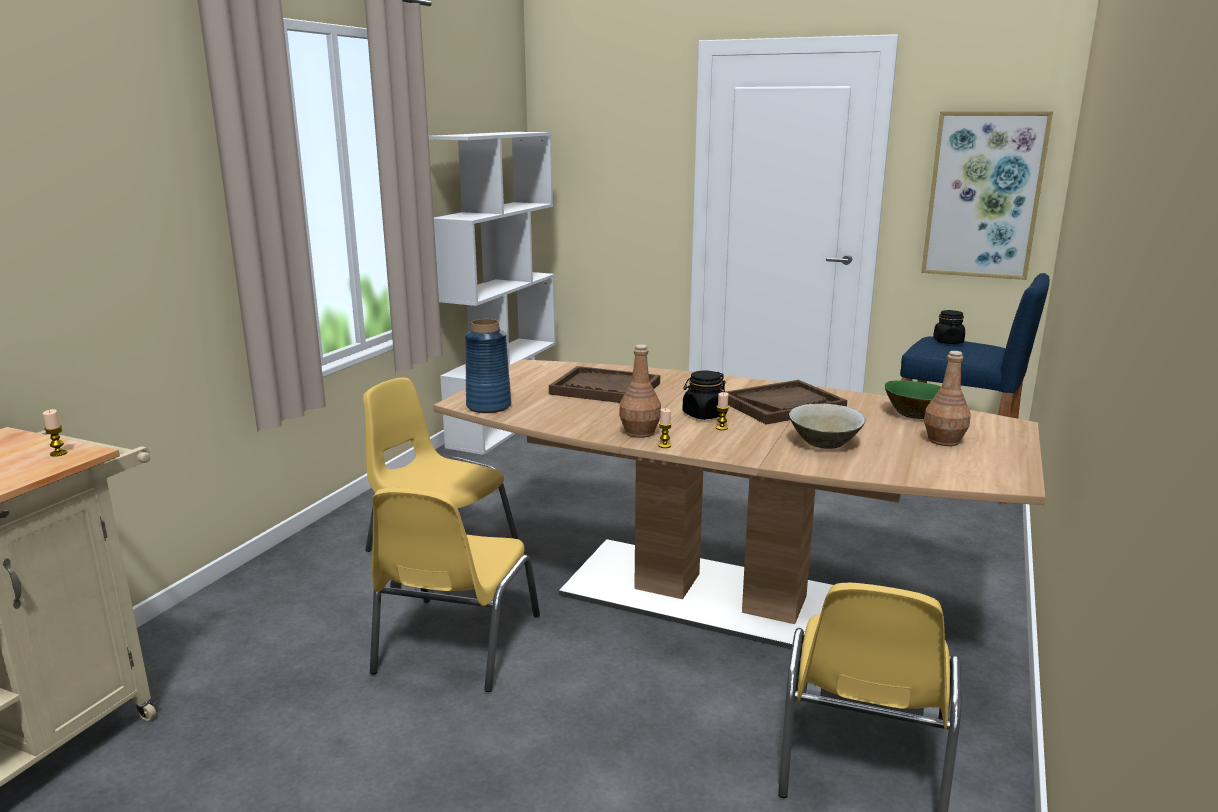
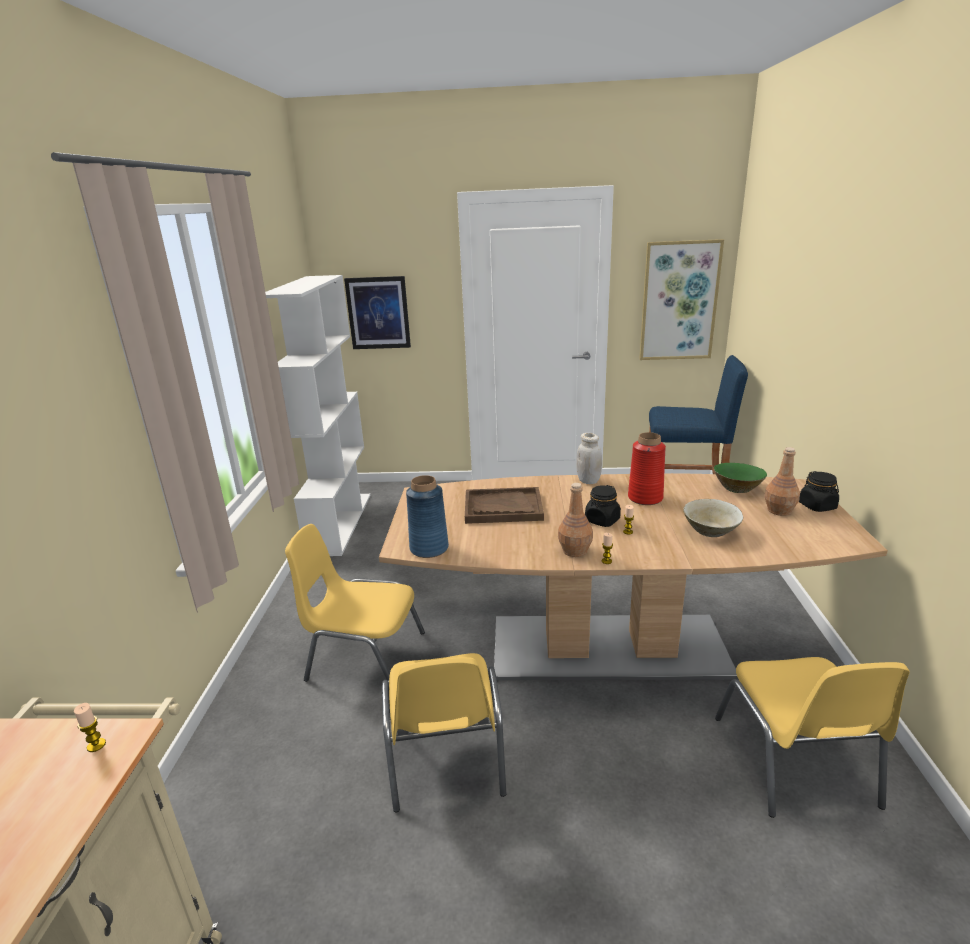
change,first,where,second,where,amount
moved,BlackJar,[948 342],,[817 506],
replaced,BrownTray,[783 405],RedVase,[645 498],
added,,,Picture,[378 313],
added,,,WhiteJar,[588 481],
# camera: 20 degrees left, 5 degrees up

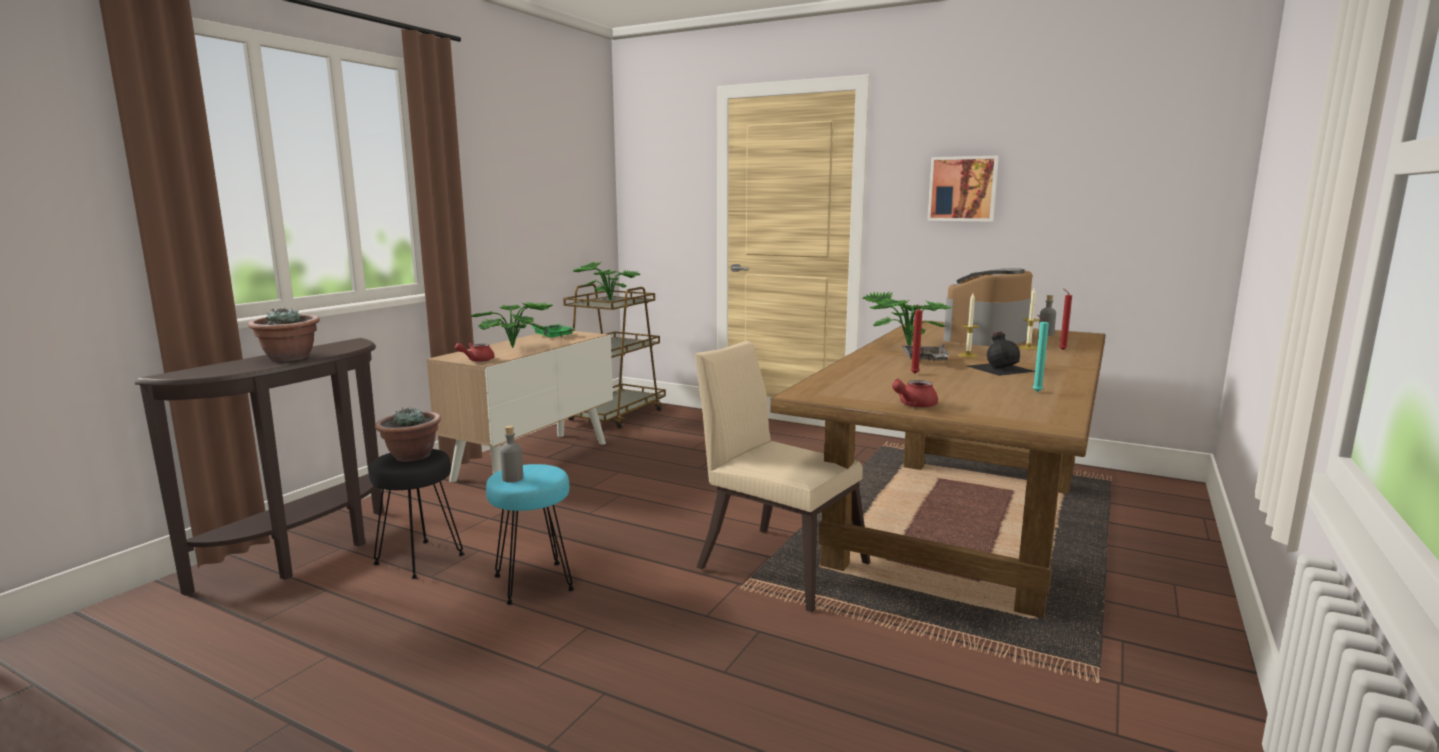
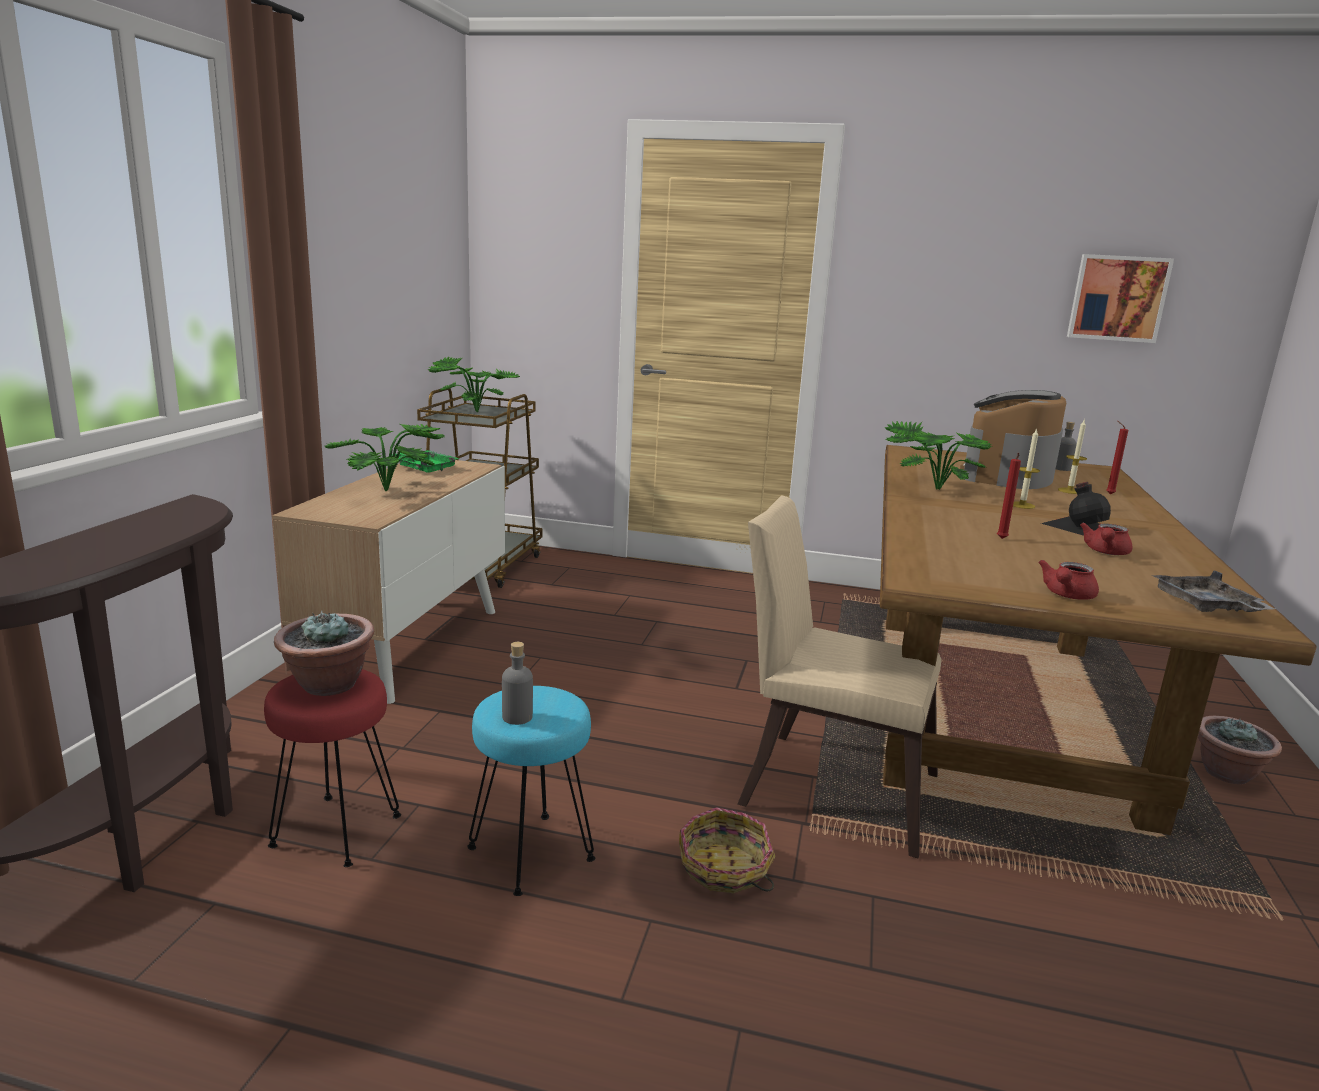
change,first,where,second,where,amount
moved,Picture,[962 189],,[1117 298],
moved,PottedPlant,[289 358],,[1227 774],
removed,TurquoiseCandle,[1035 392],,,
moved,RedTeapot,[477 360],,[1105 552],
moved,GreyTray,[925 361],,[1206 606],
recoloured,BlackStool,[419 559],RedStool,[335 830],
added,,,Basket,[724 869],
# camera: 15 degrees left, 5 degrees up

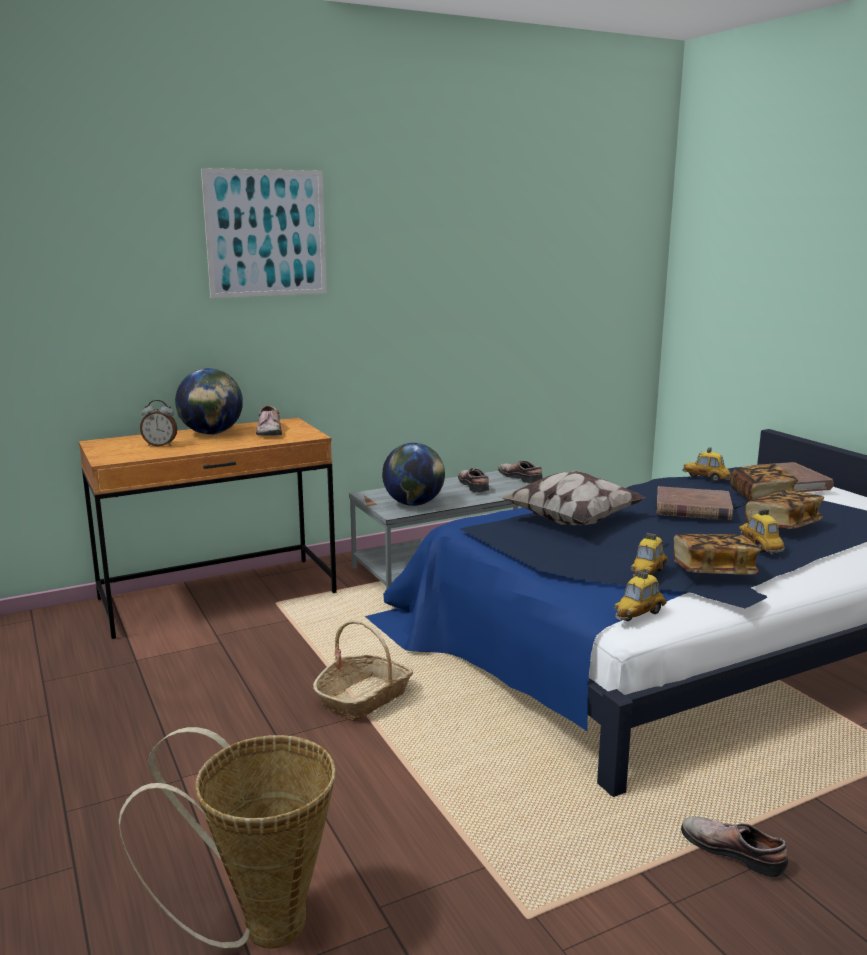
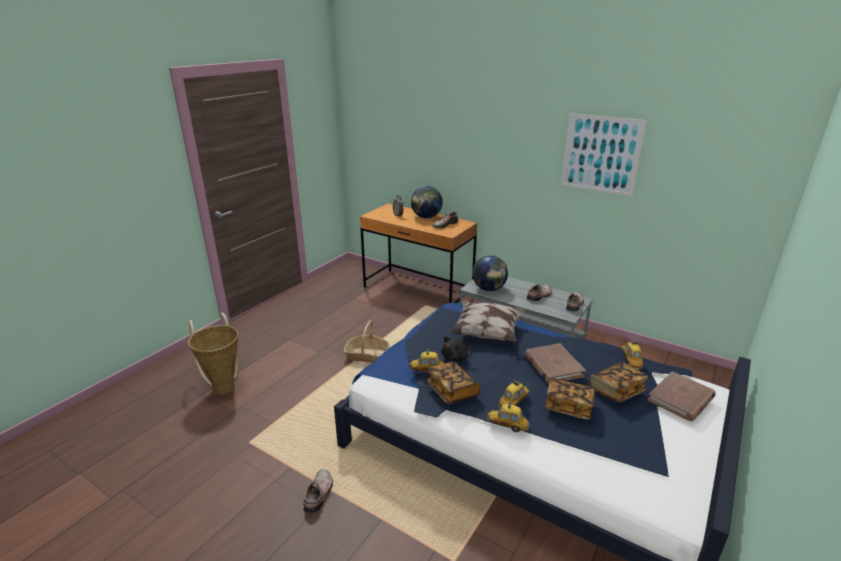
change,first,where,second,where,amount
moved,Picture,[266 233],,[601 154],
moved,ToyCar,[638 615],,[507 425],
added,,,BlackPlushToy,[455 357],
# camera: 60 degrees right, 10 degrees up

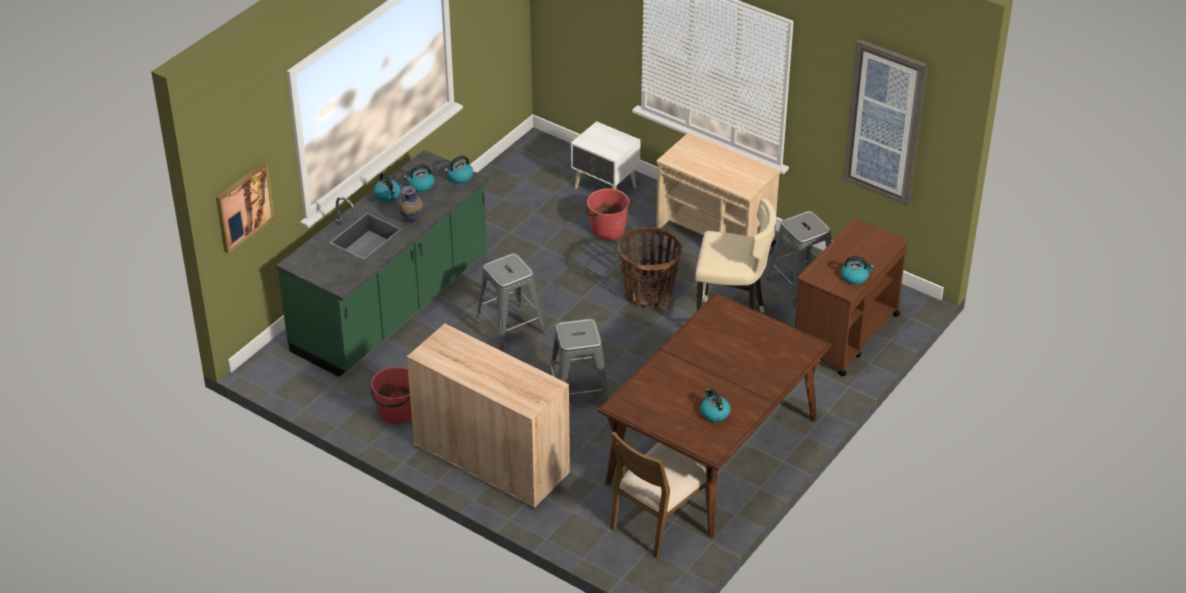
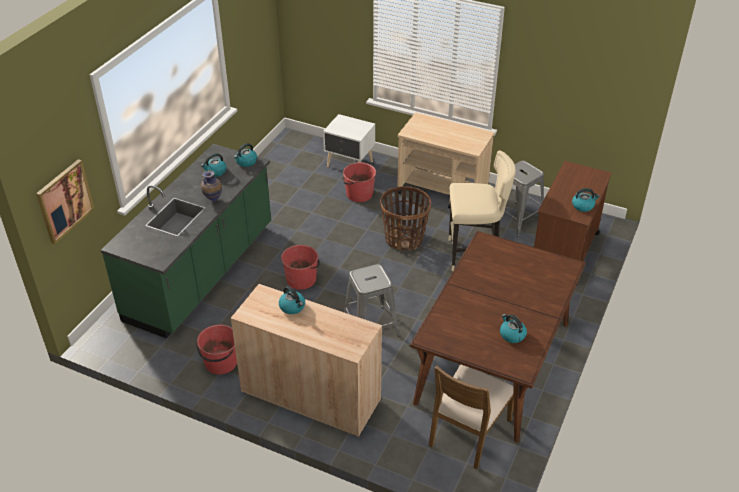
change,first,where,second,where,amount
removed,Picture,[885 122],,,
moved,Kettle,[388 195],,[292 307],
replaced,GreyStool,[510 328],RedBucket,[301 279],
# camera: 10 degrees left, 0 degrees up

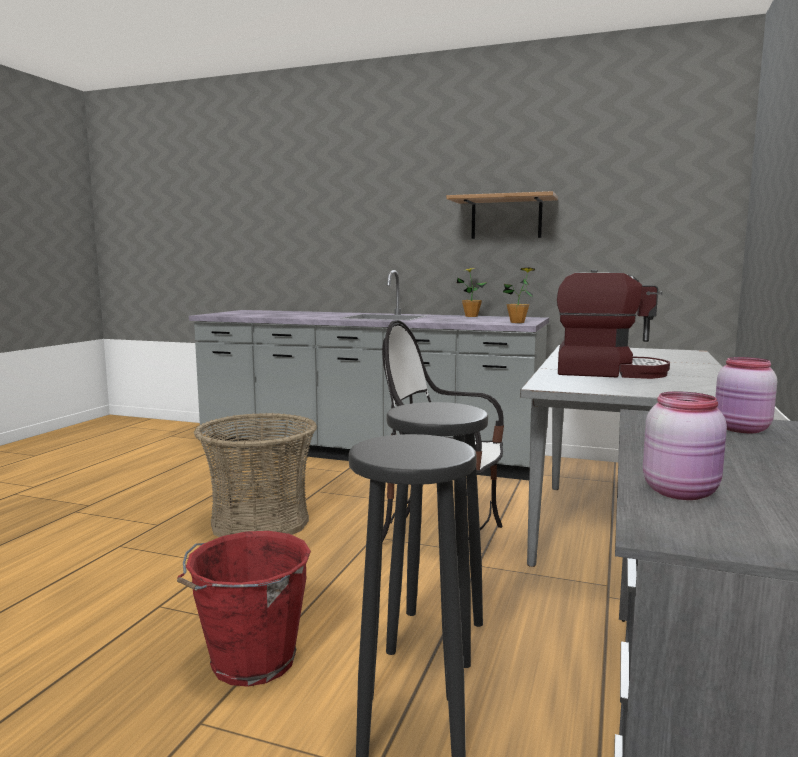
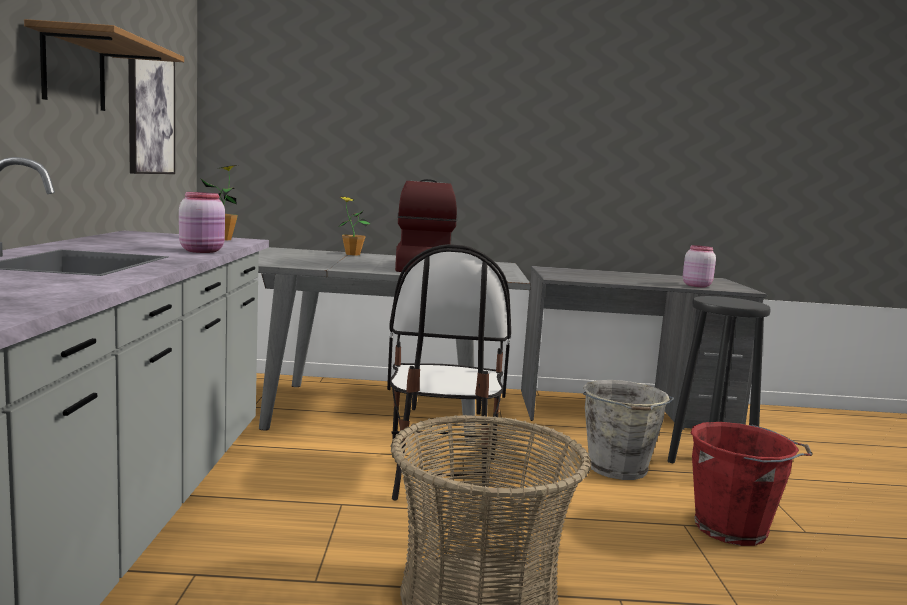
change,first,where,second,where,amount
moved,PottedPlant,[471 316],,[352 254],
moved,PinkJar,[742 429],,[203 251],
replaced,BlackStool,[435 638],GreyBucket,[618 469],
added,,,Picture,[150 112],
# camera: 110 degrees left, 0 degrees up

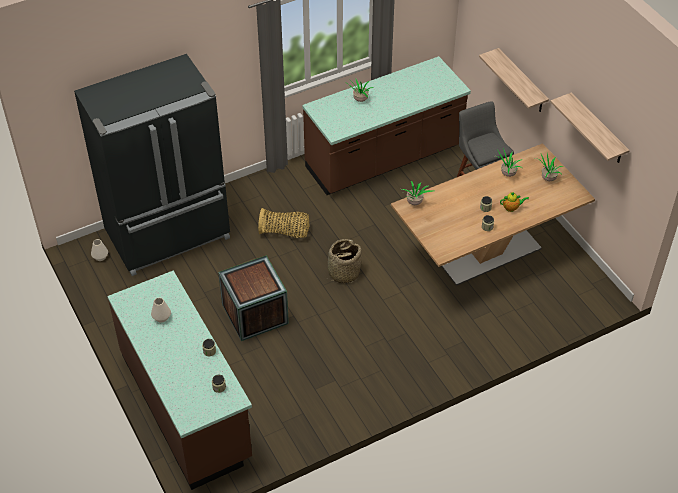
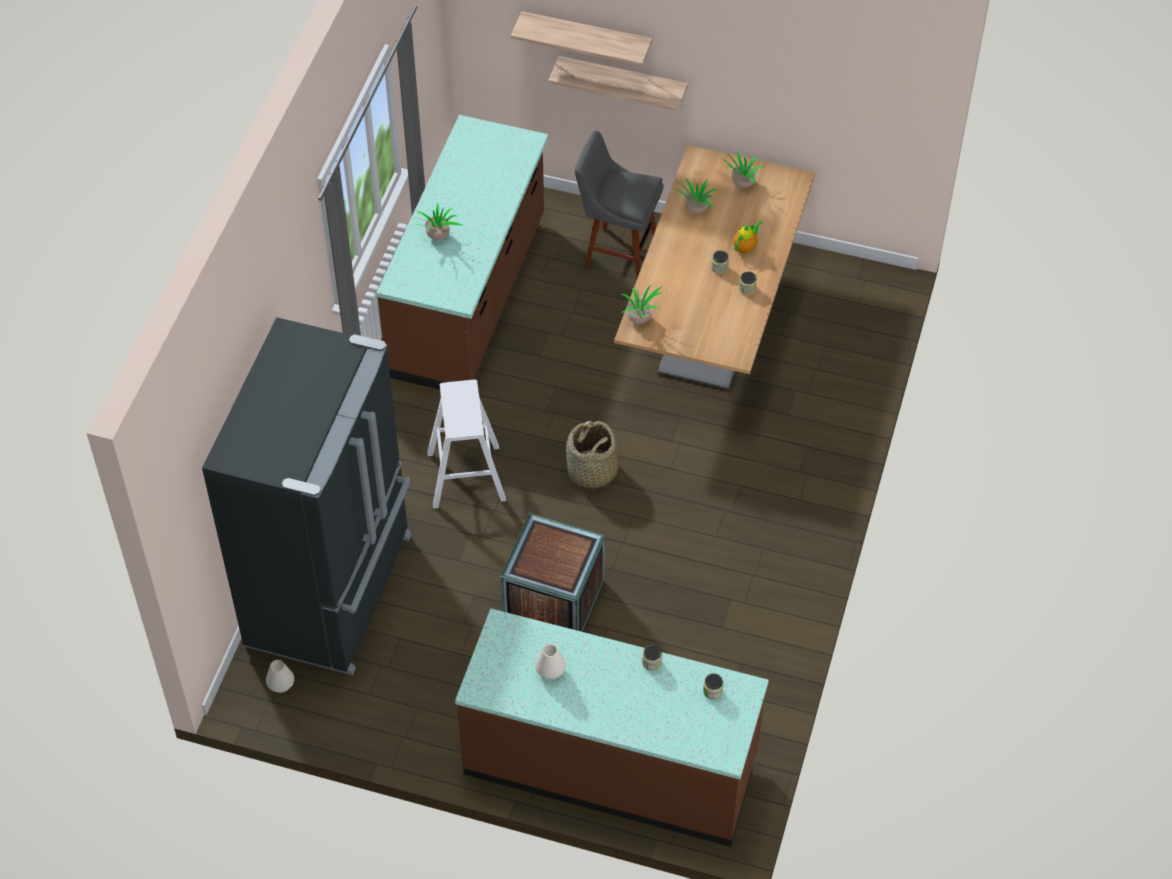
change,first,where,second,where,amount
moved,Shelf,[597 129],,[586 37],
replaced,Basket,[285 232],WhiteStool,[466 476],
# camera: 45 degrees left, 5 degrees up

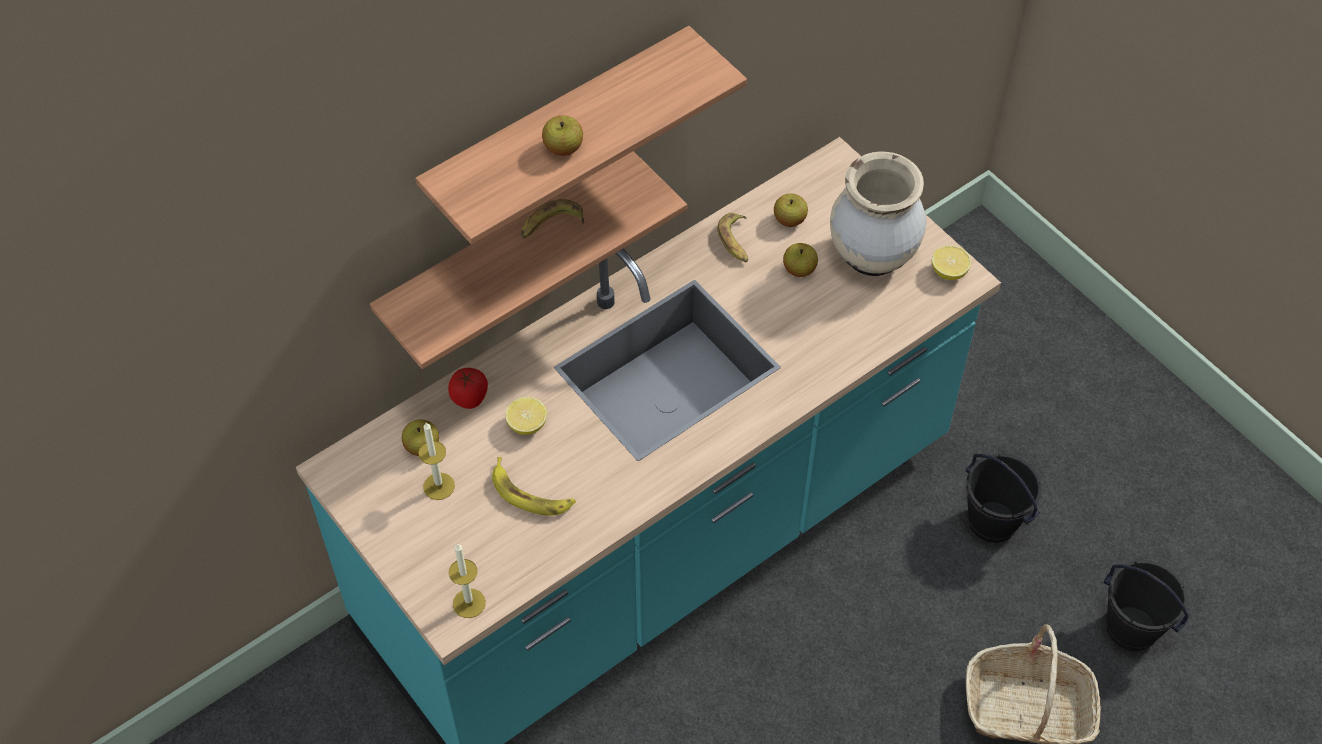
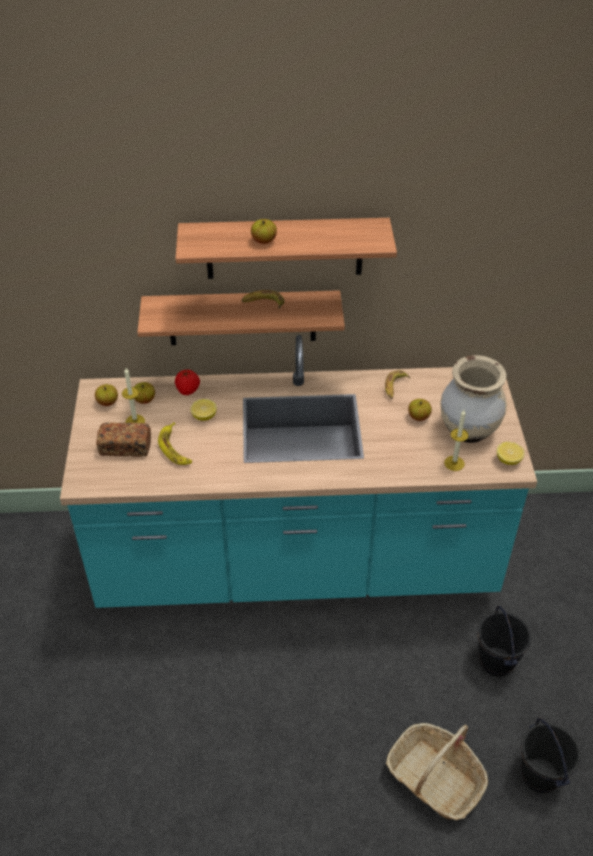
change,first,where,second,where,amount
moved,Apple,[789 220],,[107 402],
moved,Candle,[469 603],,[454 463],
added,,,Bread,[125 447],
# camera: 35 degrees right, 10 degrees down

